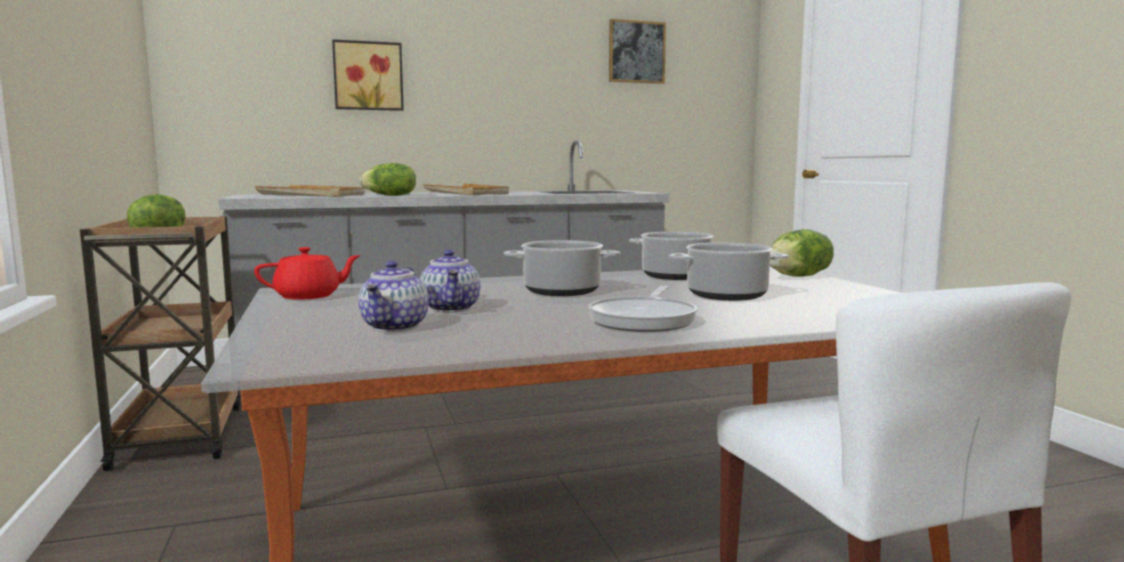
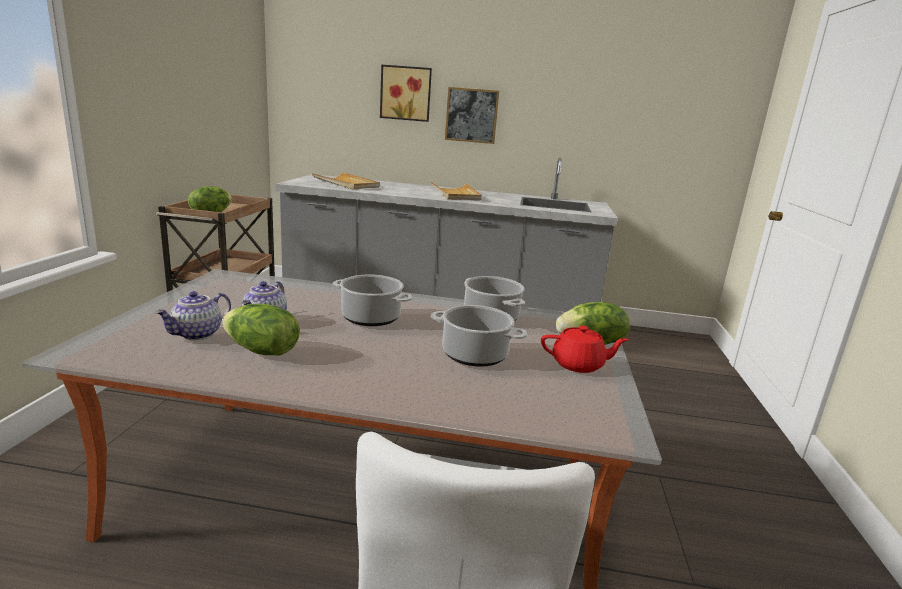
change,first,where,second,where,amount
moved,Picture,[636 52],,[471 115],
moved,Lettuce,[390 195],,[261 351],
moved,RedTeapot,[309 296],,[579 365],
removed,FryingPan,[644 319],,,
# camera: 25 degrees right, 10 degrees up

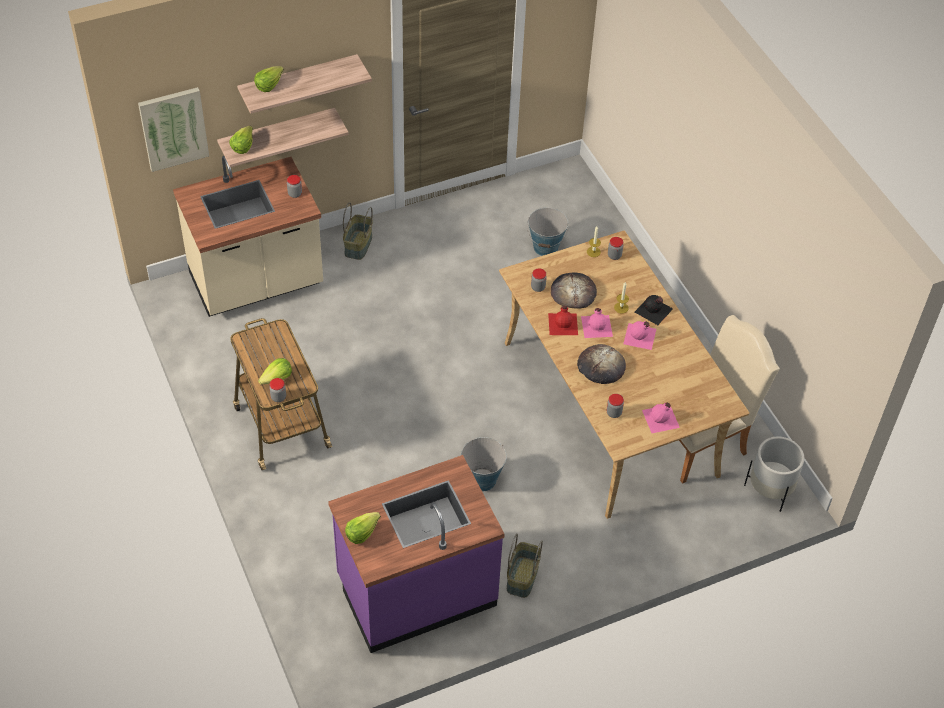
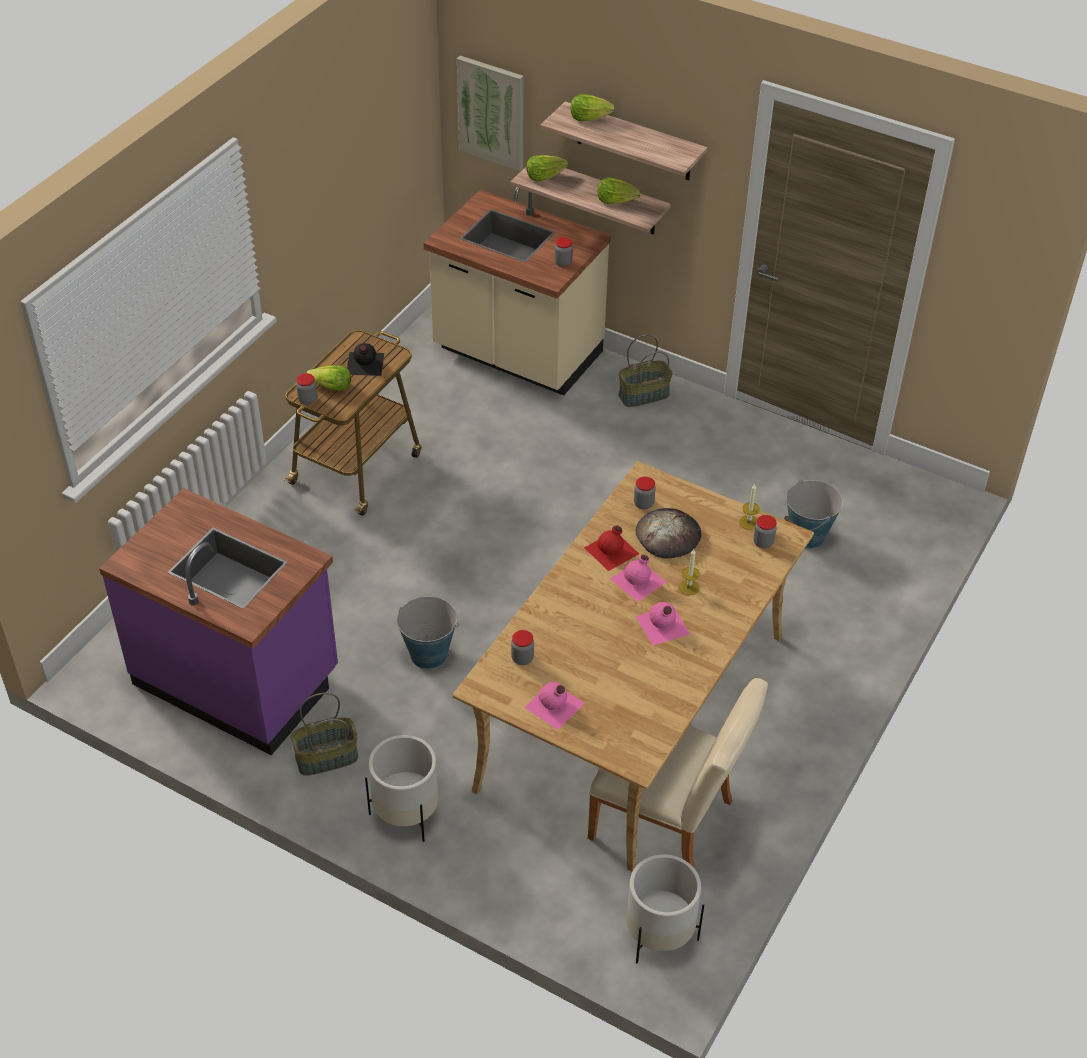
change,first,where,second,where,amount
moved,BlackBottle,[653 311],,[364 364],
removed,Bread,[600 366],,,
moved,Lettuce,[362 532],,[616 200],
added,,,WhitePlanter,[406 814],
# camera: 55 degrees right, 5 degrees down

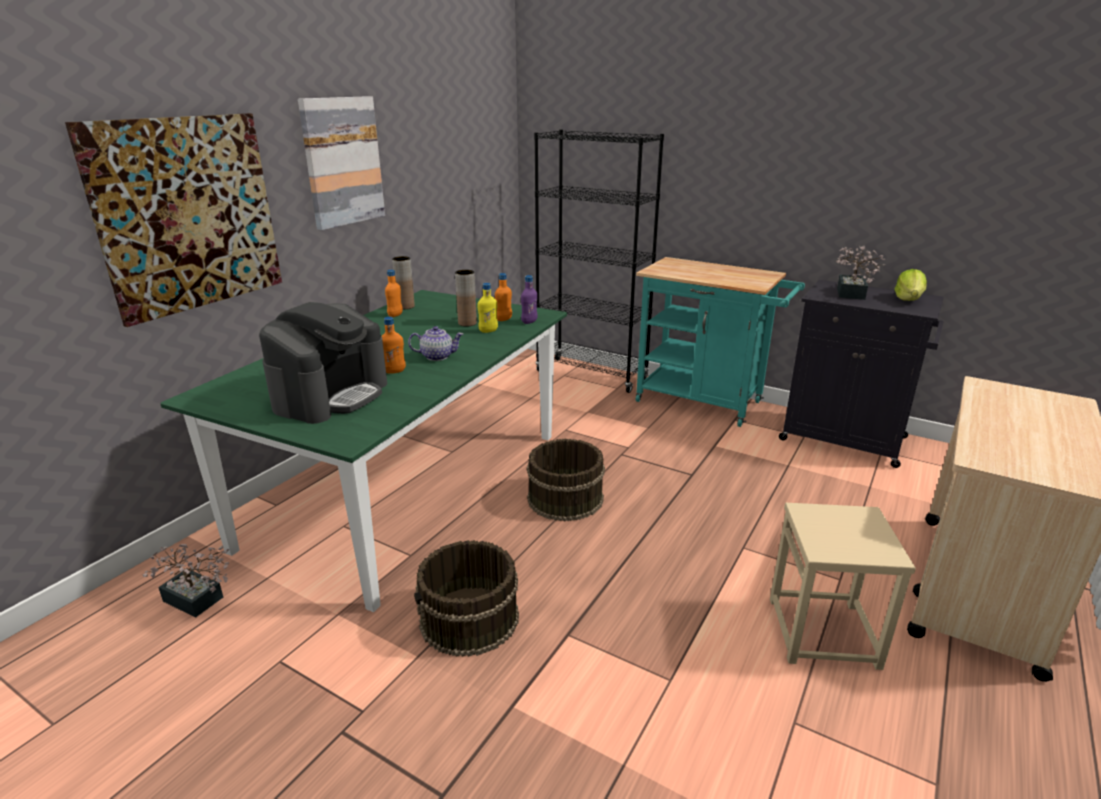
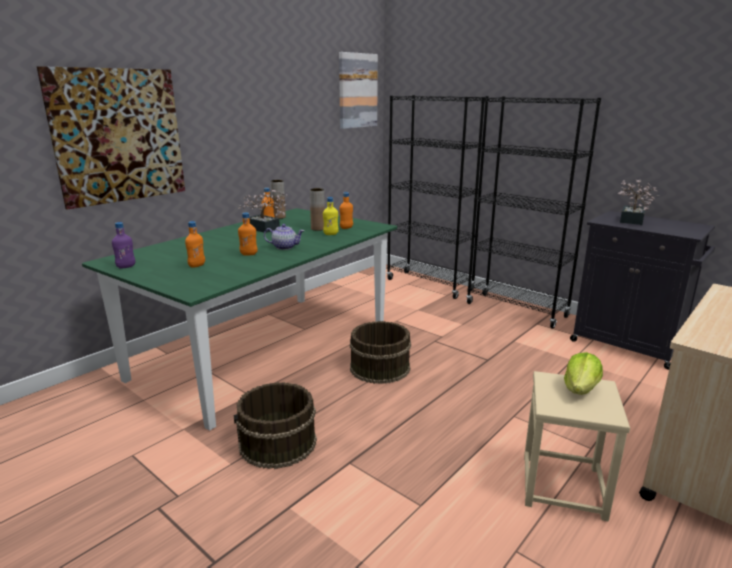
change,first,where,second,where,amount
moved,Picture,[342 162],,[357 91],
replaced,TurquoiseCart,[706 403],BlackBookcase,[516 310],
moved,Lettuce,[908 299],,[580 389],
moved,PurpleBottle,[529 322],,[126 267],
replaced,CoffeeMachine,[331 395],OrangeBottle,[197 265],
moved,PottedPlant,[197 602],,[265 229],
# camera: 10 degrees right, 5 degrees down

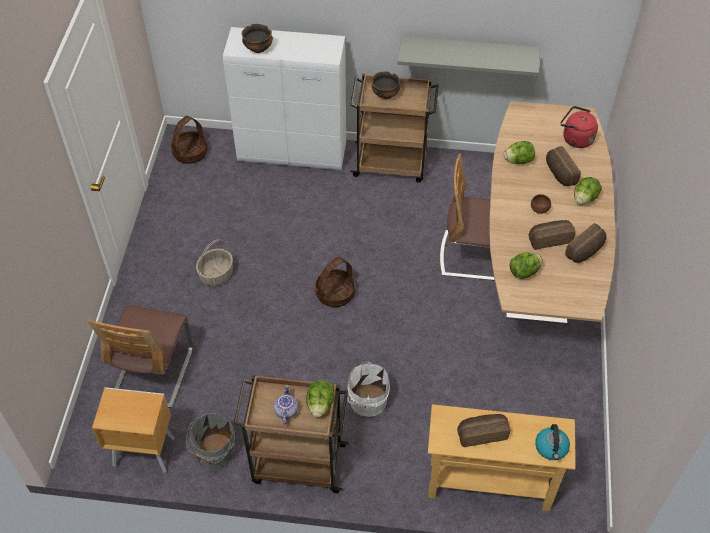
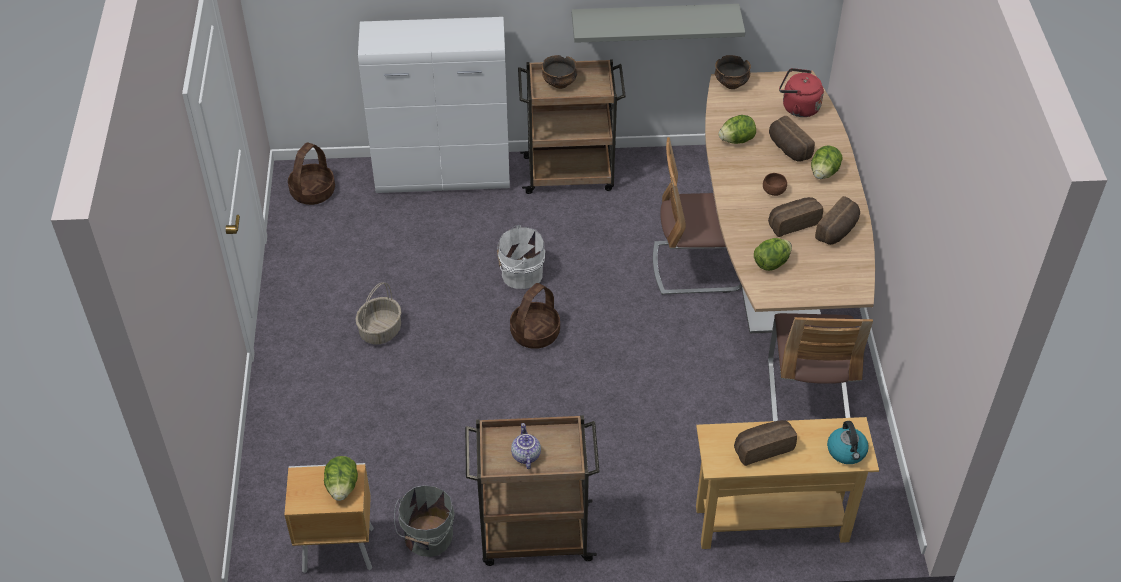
change,first,where,second,where,amount
moved,Bowl,[258 48],,[731 83],
moved,Chair,[153 372],,[808 394],
moved,WhiteBucket,[366 400],,[520 273],
moved,Lettuce,[320 404],,[342 487],
# camera: 10 degrees left, 5 degrees down

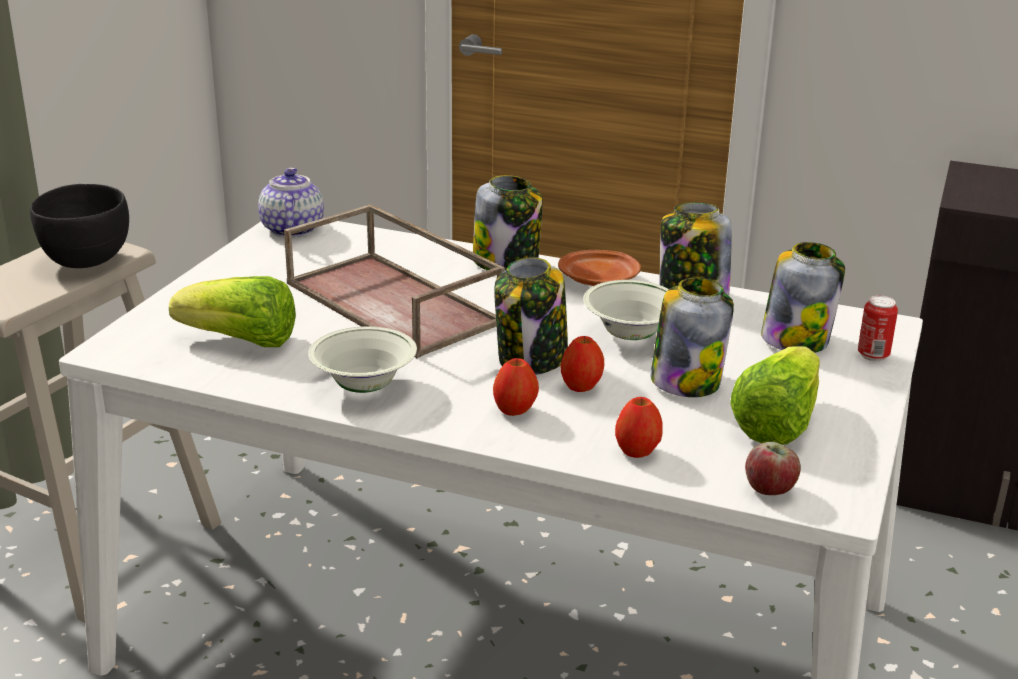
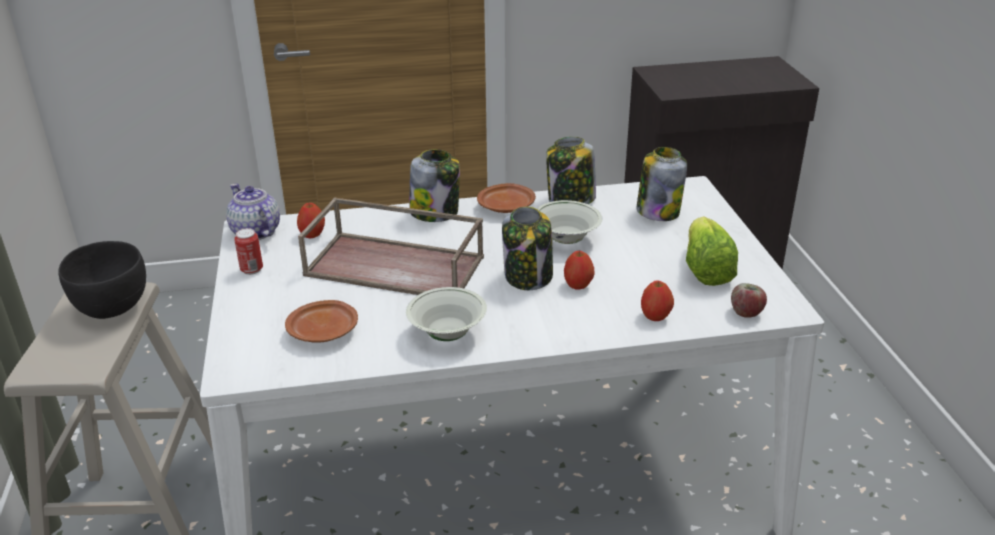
change,first,where,second,where,amount
replaced,Lettuce,[241 342],BrownPlate,[324 332],
removed,Jar,[686 381],,,
moved,Can,[873 355],,[252 270],
moved,Apple,[515 410],,[312 235],
# camera: 30 degrees left, 5 degrees up

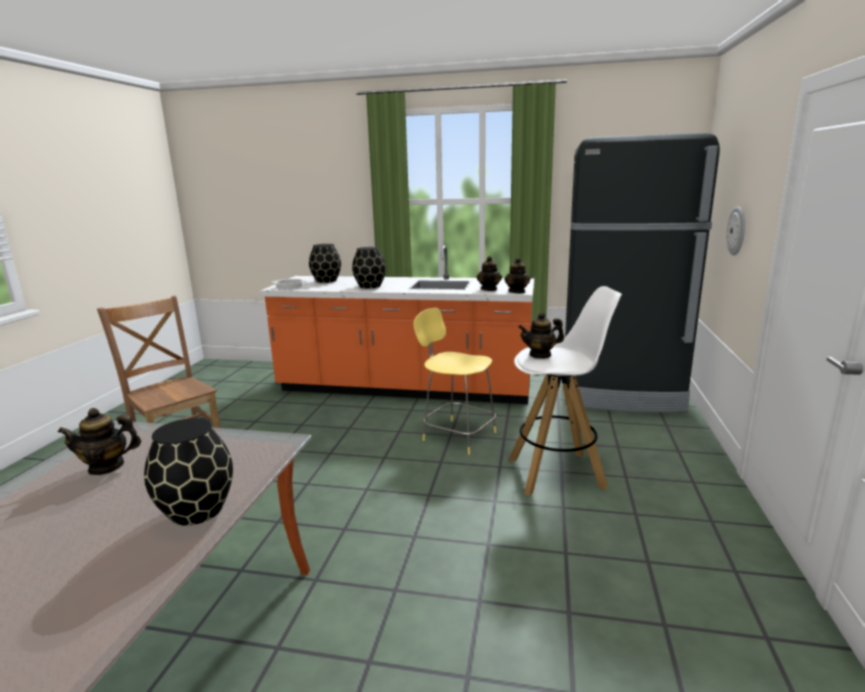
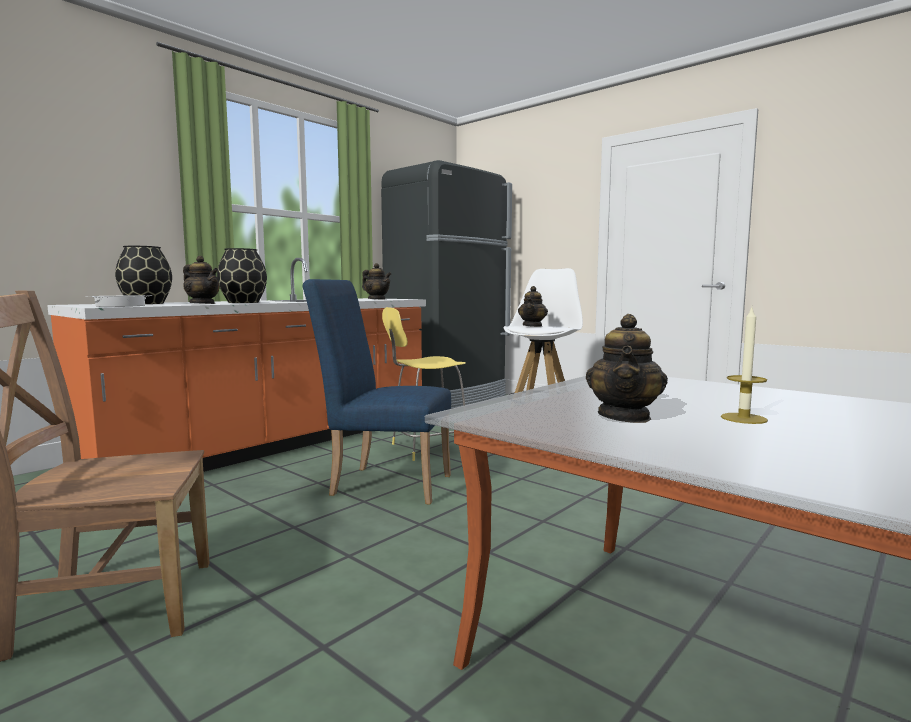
change,first,where,second,where,amount
removed,WallClock,[737 231],,,
moved,Teapot,[517 292],,[202 304],
removed,BlackVase,[197 511],,,
added,,,BlueChair,[383 483],
added,,,Candle,[743 418],
# camera: 60 degrees left, 10 degrees down

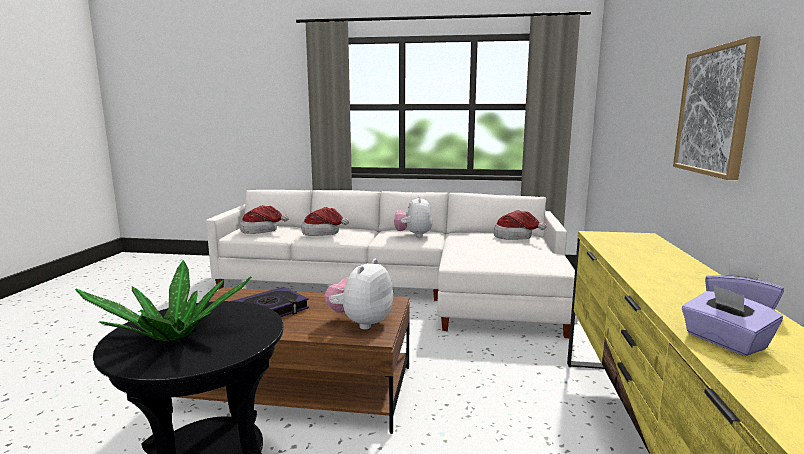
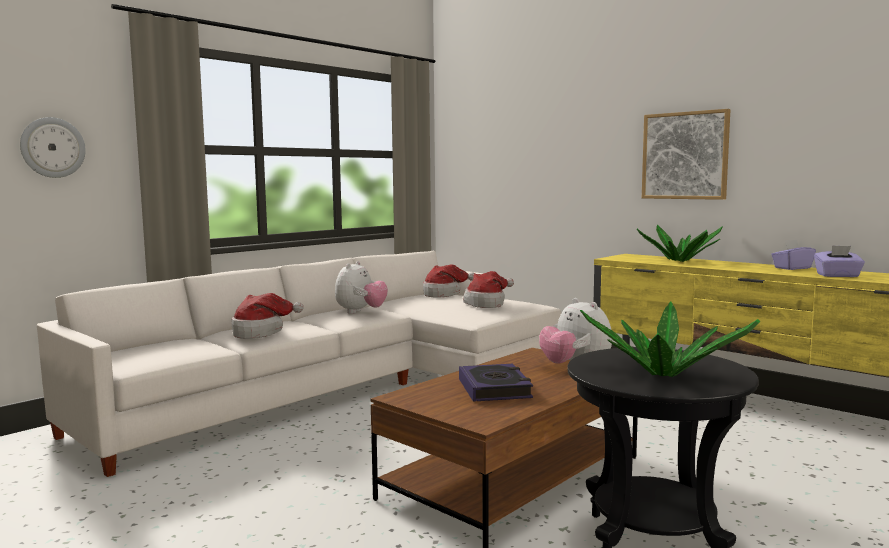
change,first,where,second,where,amount
turned,PlushToy,[413 235],,[360 312],105 degrees counterclockwise
moved,Hat,[262 230],,[487 303],
added,,,WallClock,[52 147],
added,,,PottedPlant,[679 261],
# camera: 55 degrees left, 5 degrees down

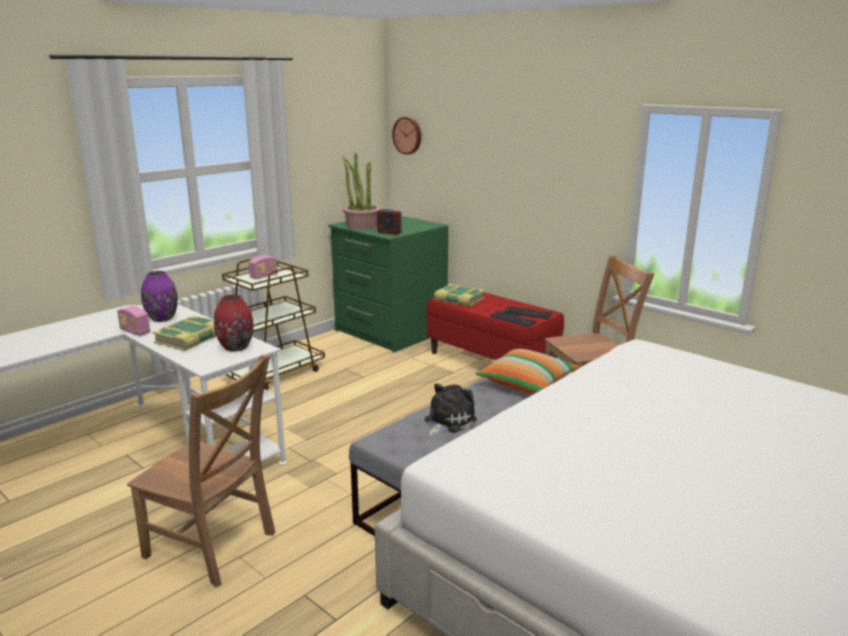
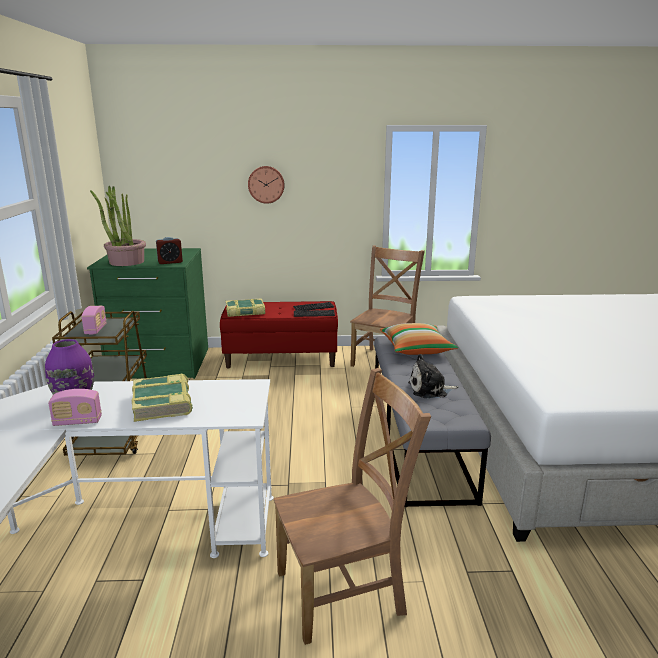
change,first,where,second,where,amount
moved,WallClock,[408 135],,[266 184],
removed,RedVase,[236 347],,,
turned,PlushToy,[447 421],,[430 390],90 degrees counterclockwise
# camera: 45 degrees left, 0 degrees up

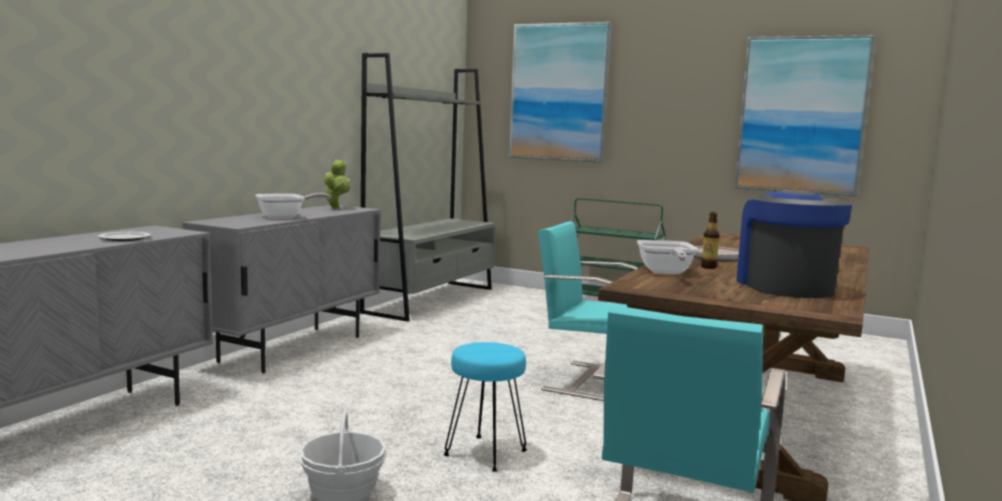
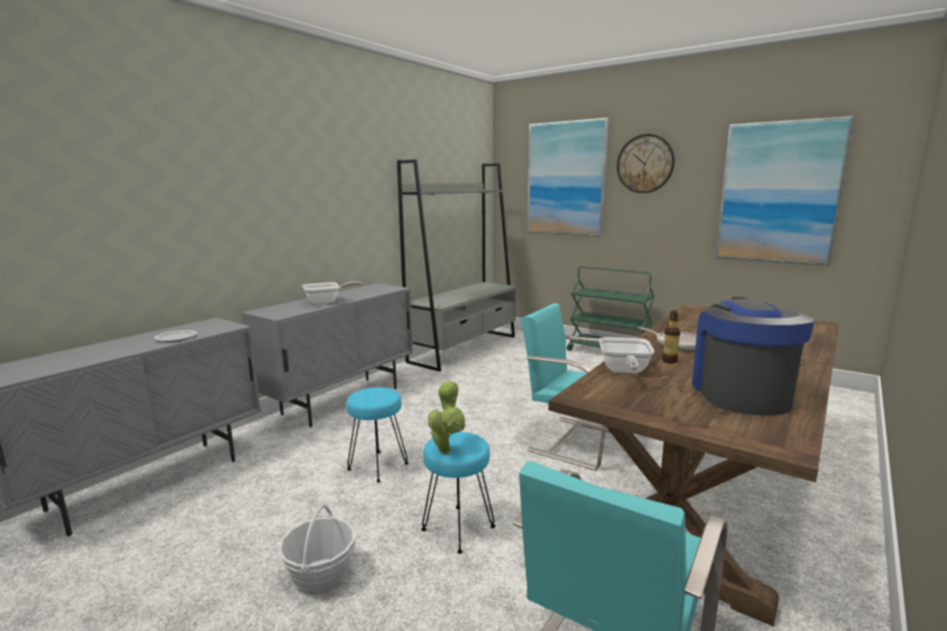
change,first,where,second,where,amount
moved,PottedPlant,[336 208],,[446 450],
added,,,WallClock,[645 164],
added,,,TurquoiseStool,[377 466],
# camera: 10 degrees right, 5 degrees up

